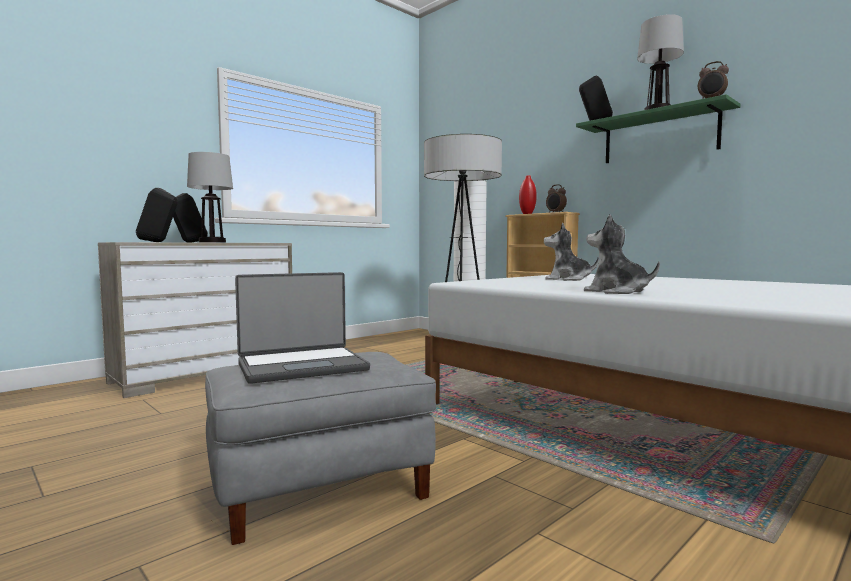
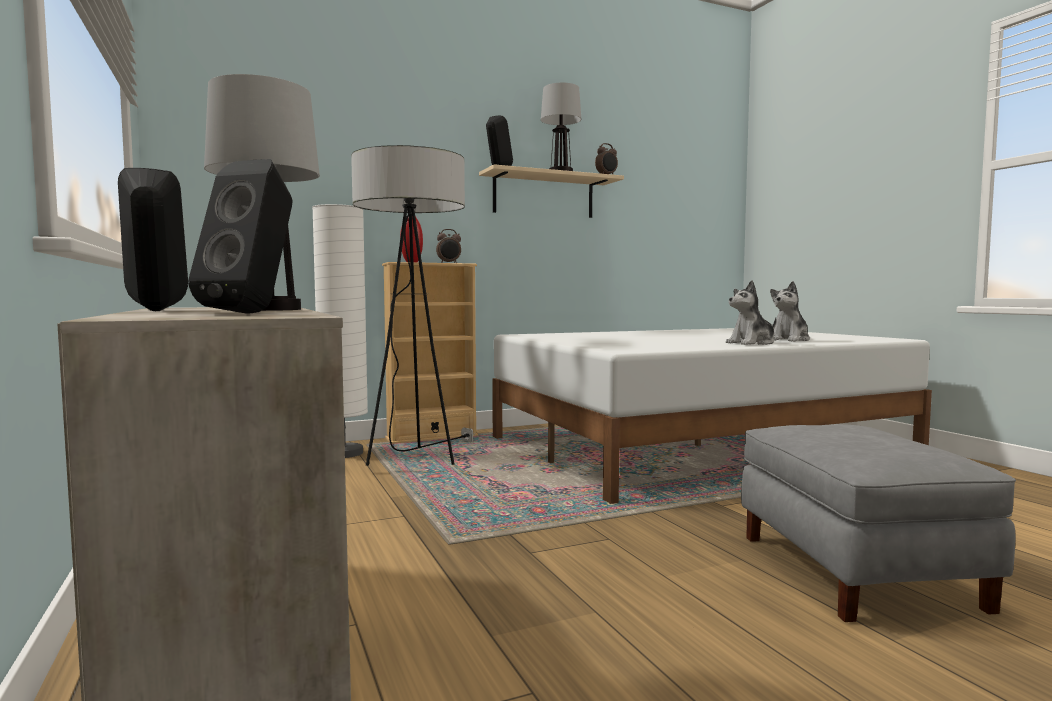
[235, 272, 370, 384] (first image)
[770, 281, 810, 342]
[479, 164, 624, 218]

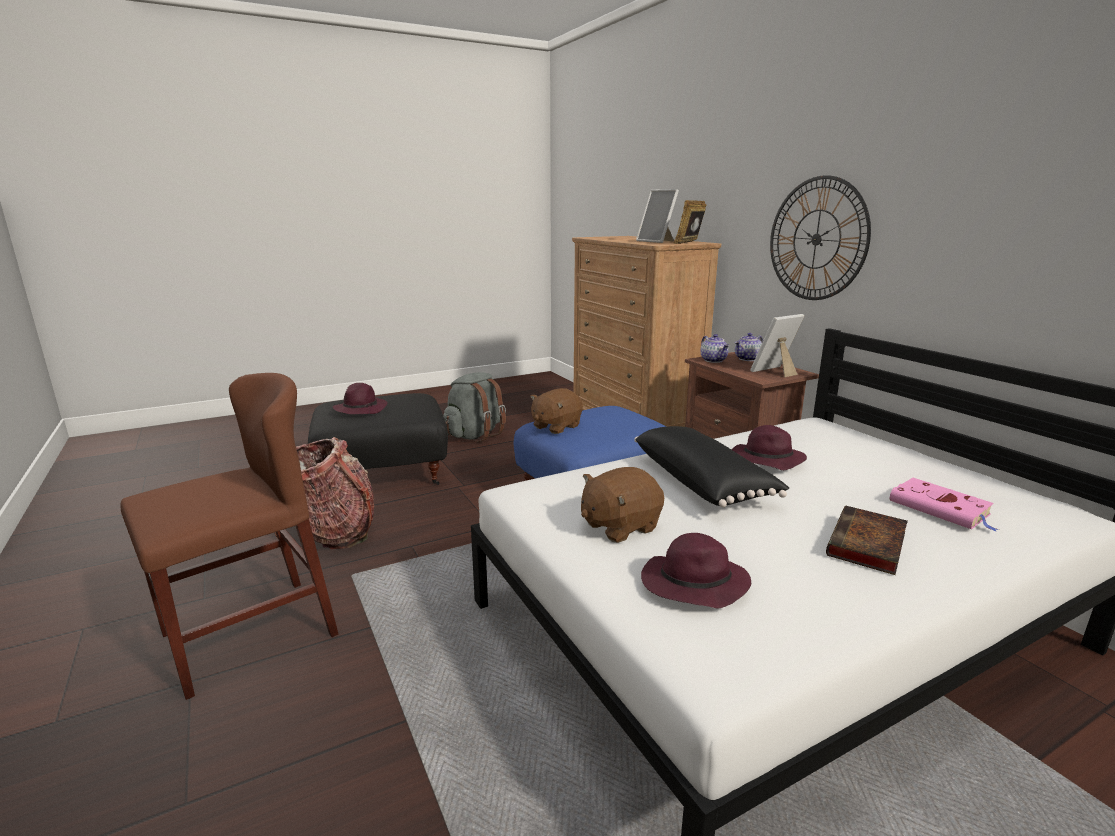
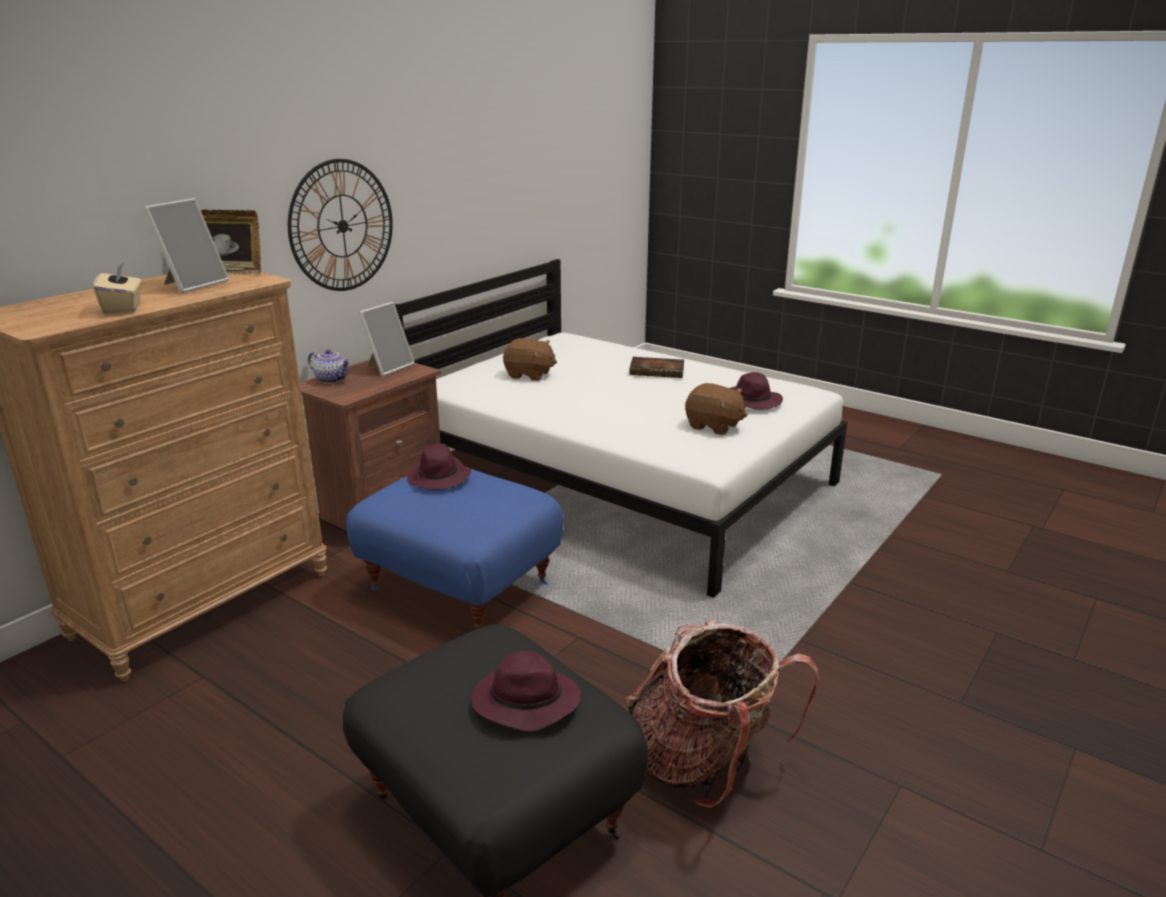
[120, 373, 338, 700] (first image)
[443, 372, 506, 442] (first image)
[503, 338, 557, 381]
[634, 426, 789, 507] (first image)
[700, 334, 729, 363] (first image)
[407, 444, 471, 489]
[359, 302, 415, 376]
[890, 478, 999, 532] (first image)
[94, 263, 141, 315]

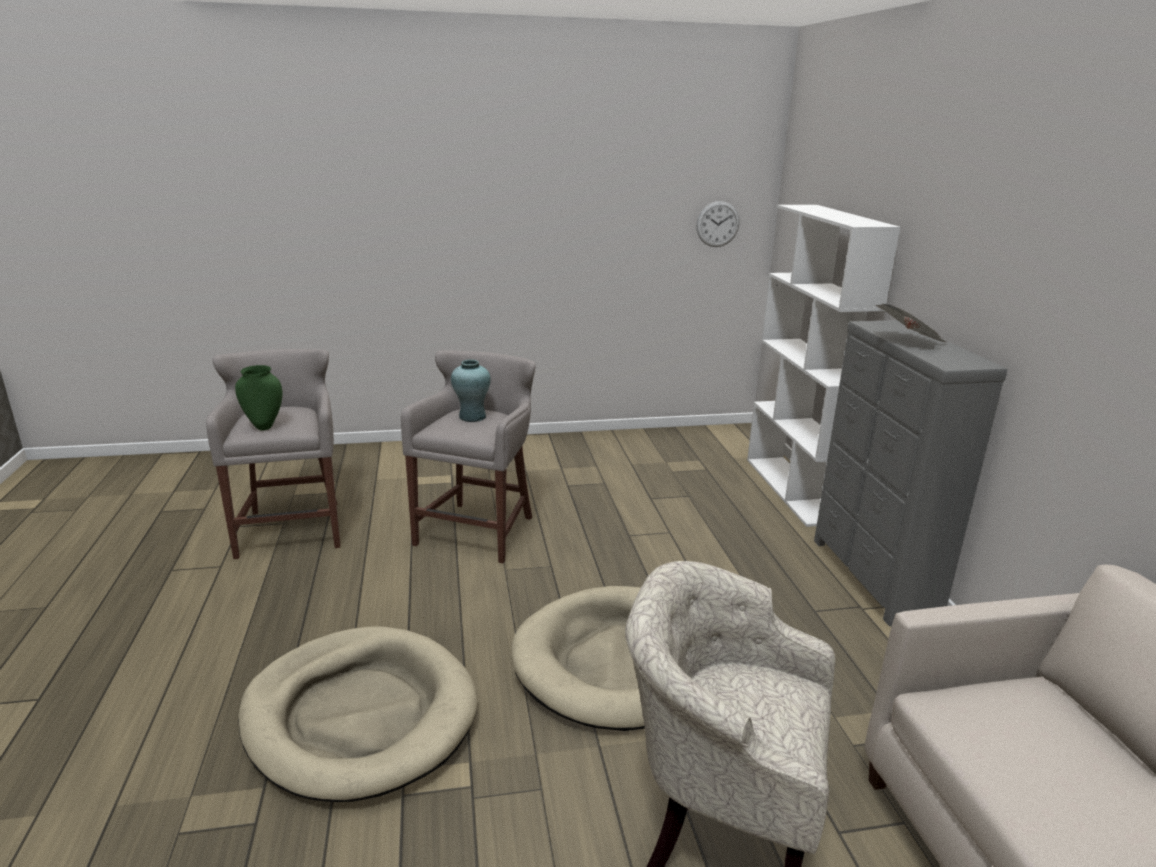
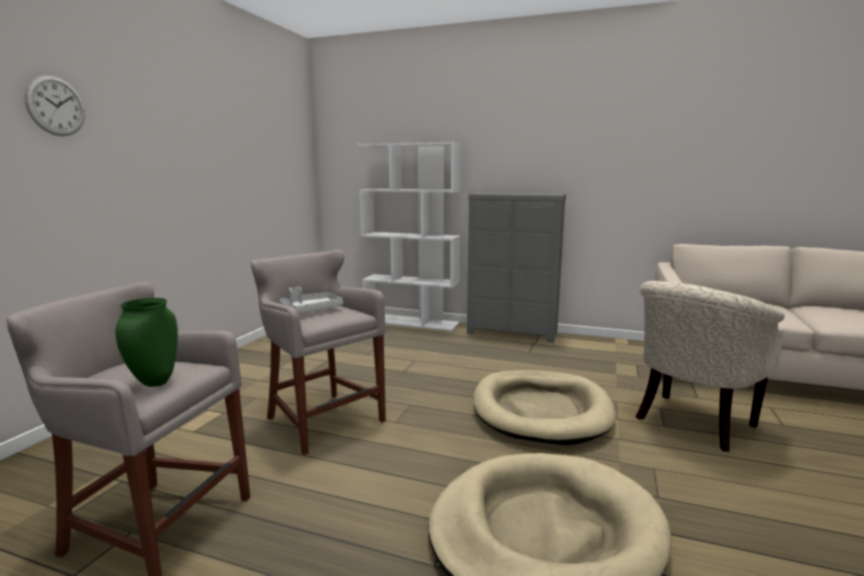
[279, 287, 343, 313]
[25, 75, 85, 136]
[876, 304, 946, 342] (first image)

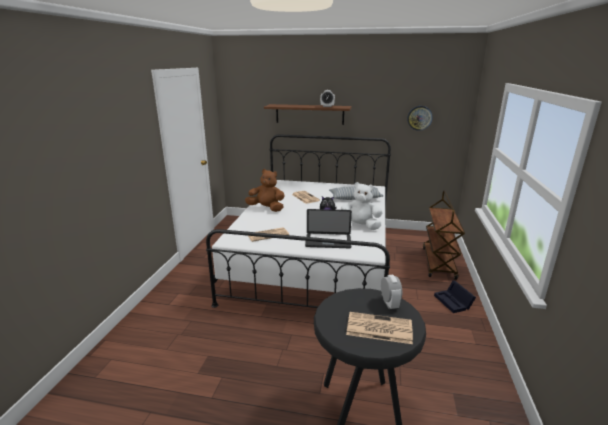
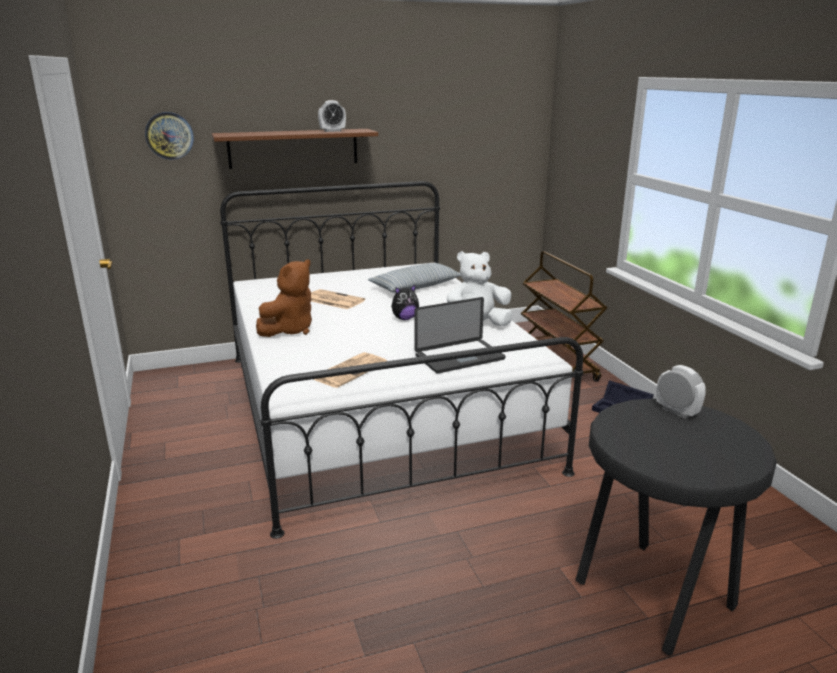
[256, 259, 312, 337]
[346, 312, 413, 344] (first image)
[145, 112, 194, 160]

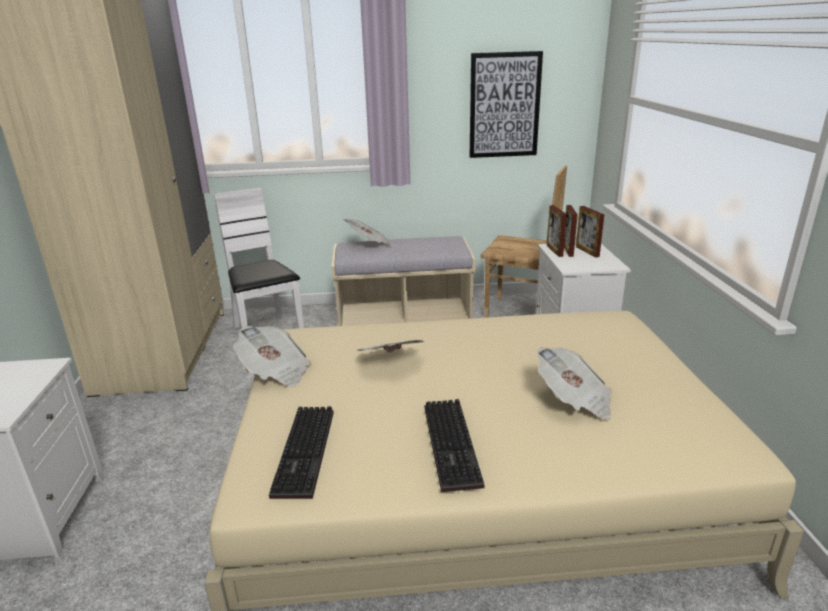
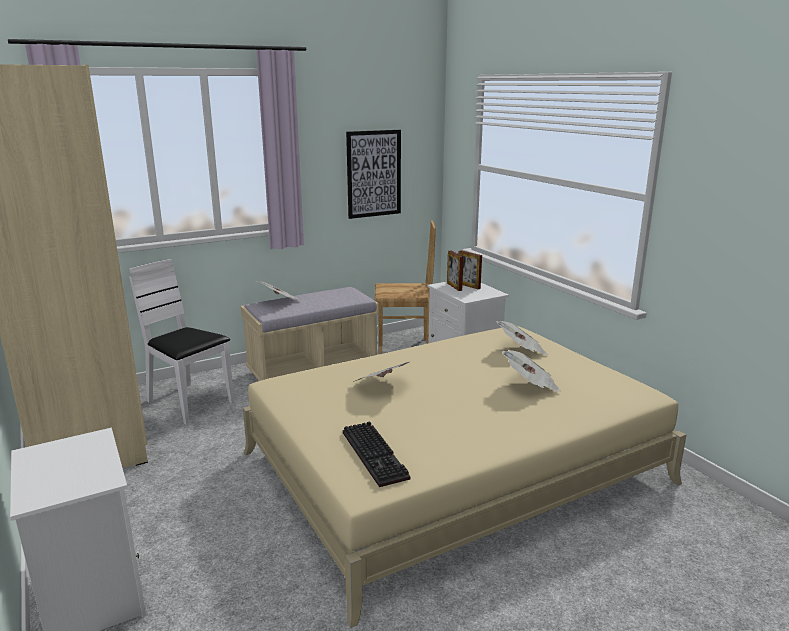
[496, 321, 548, 355]
[424, 399, 484, 492] (first image)
[547, 205, 567, 257] (first image)

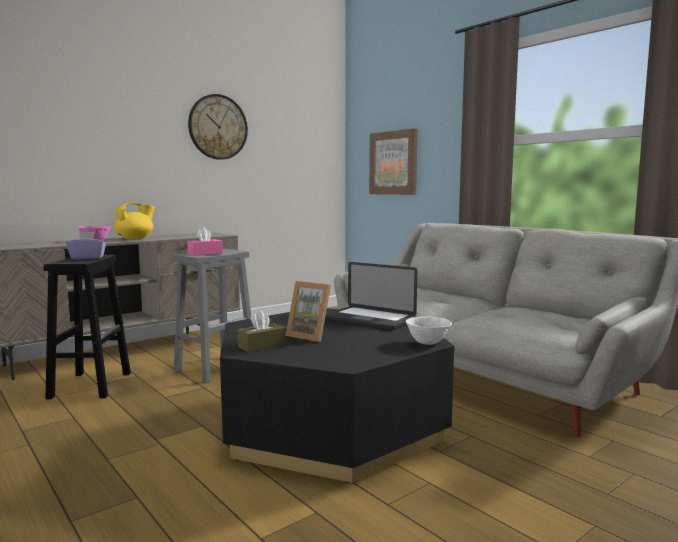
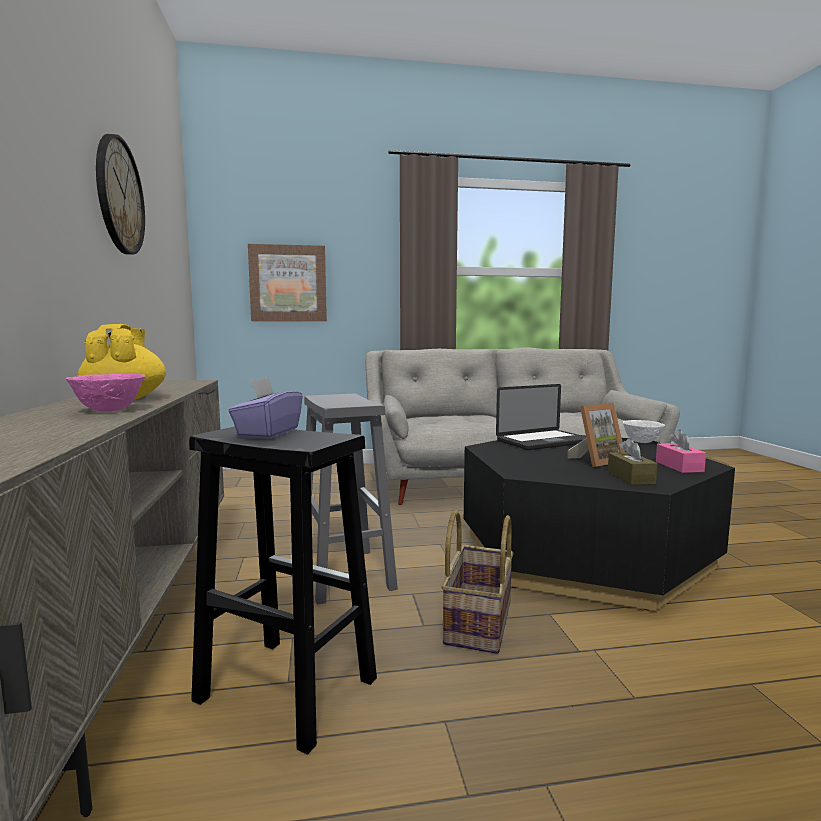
[656, 429, 706, 473]
[441, 510, 514, 654]

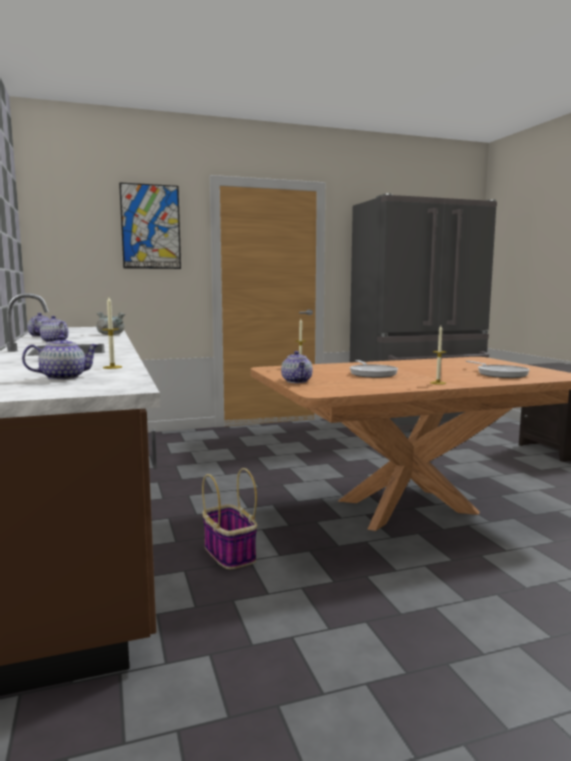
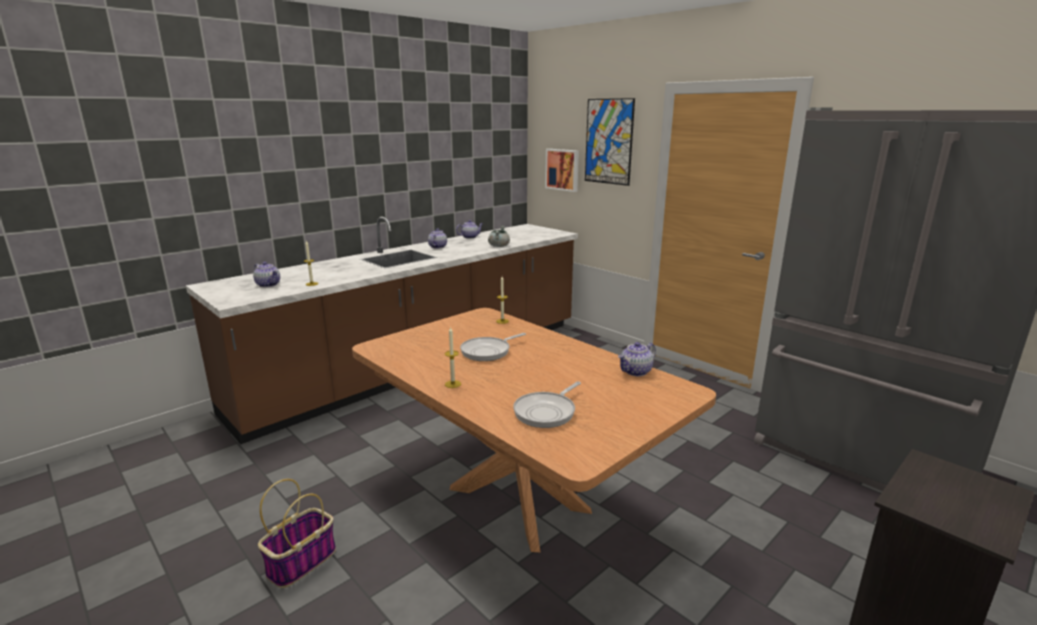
[258, 479, 336, 588]
[618, 342, 656, 376]
[545, 149, 579, 192]

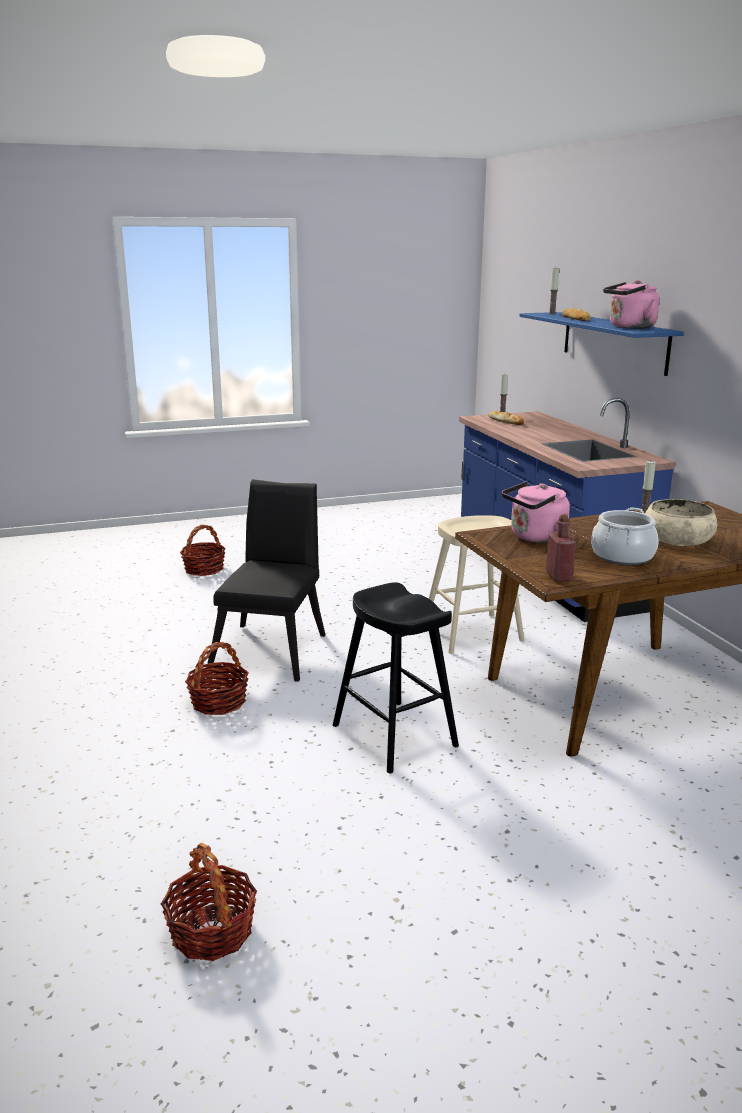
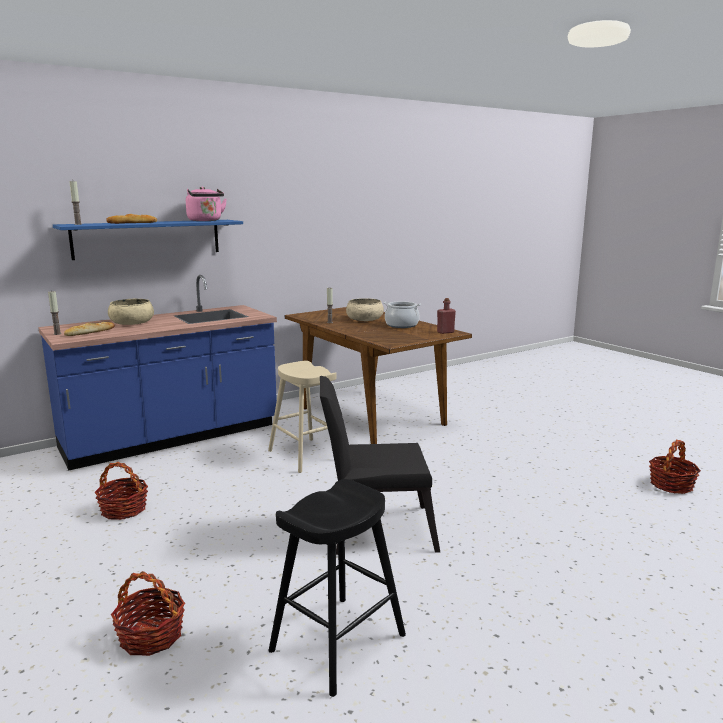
[95, 462, 148, 520]
[269, 479, 406, 697]
[502, 481, 570, 543] (first image)
[108, 299, 154, 325]

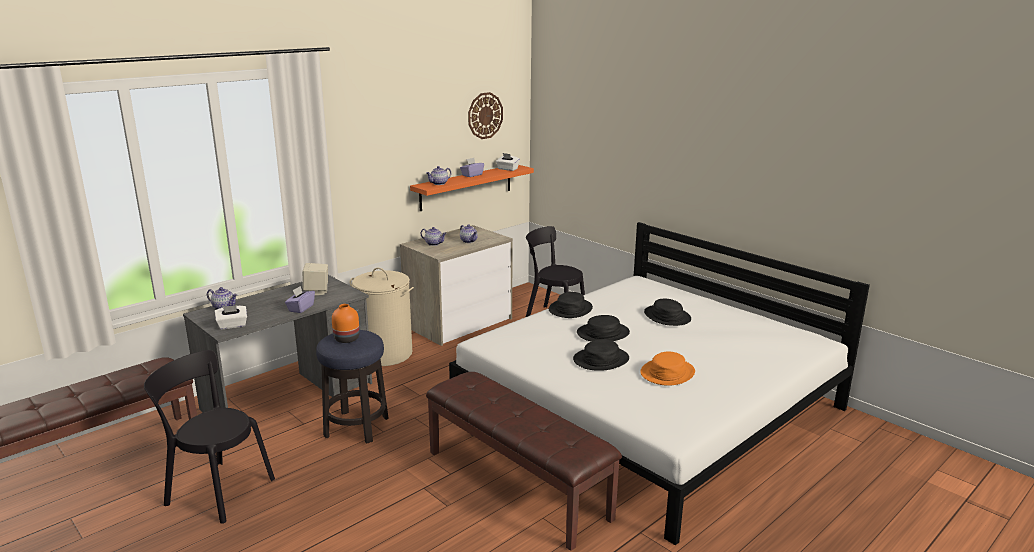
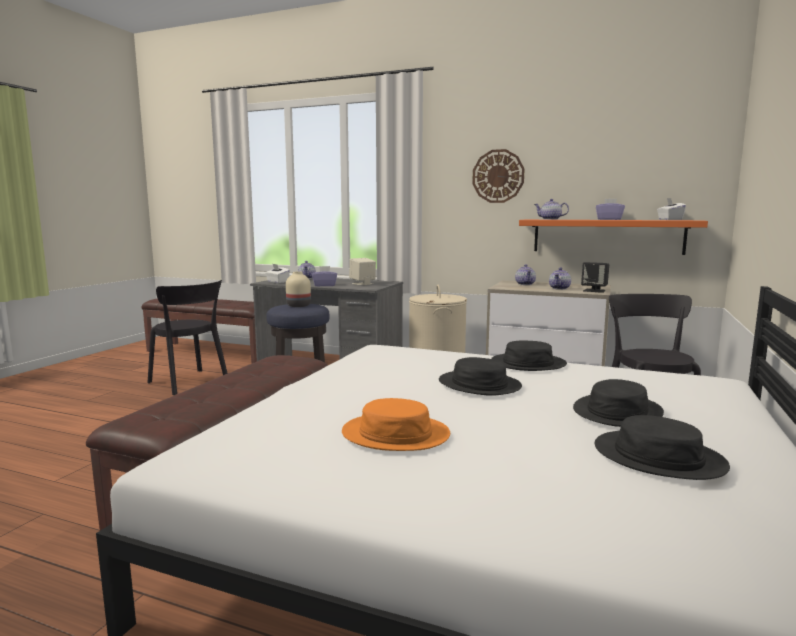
[148, 280, 228, 395]
[286, 271, 311, 307]
[472, 149, 525, 203]
[595, 415, 730, 480]
[581, 262, 609, 293]

